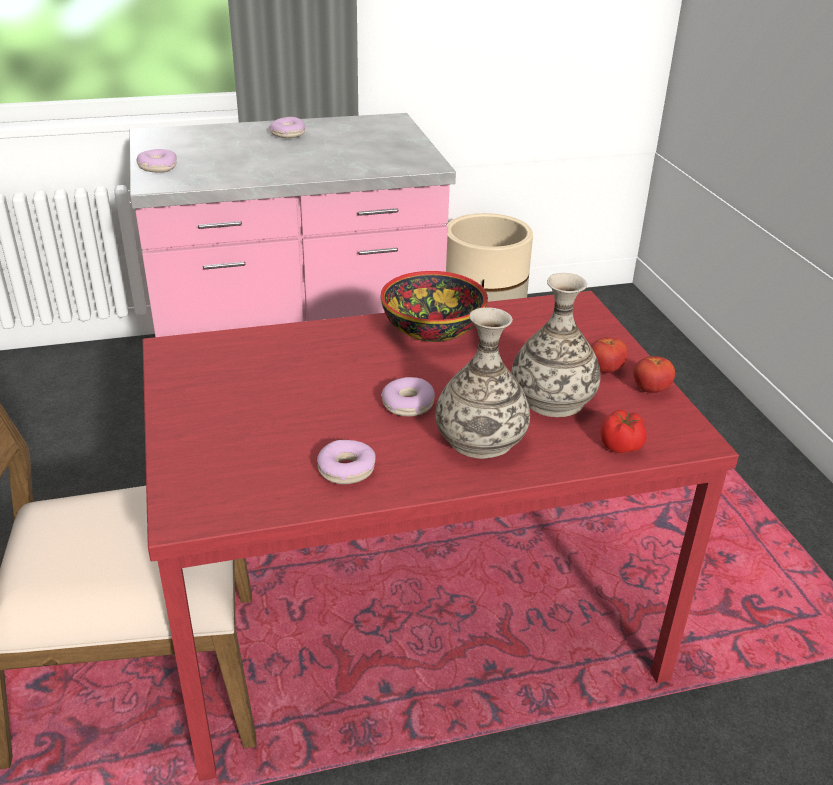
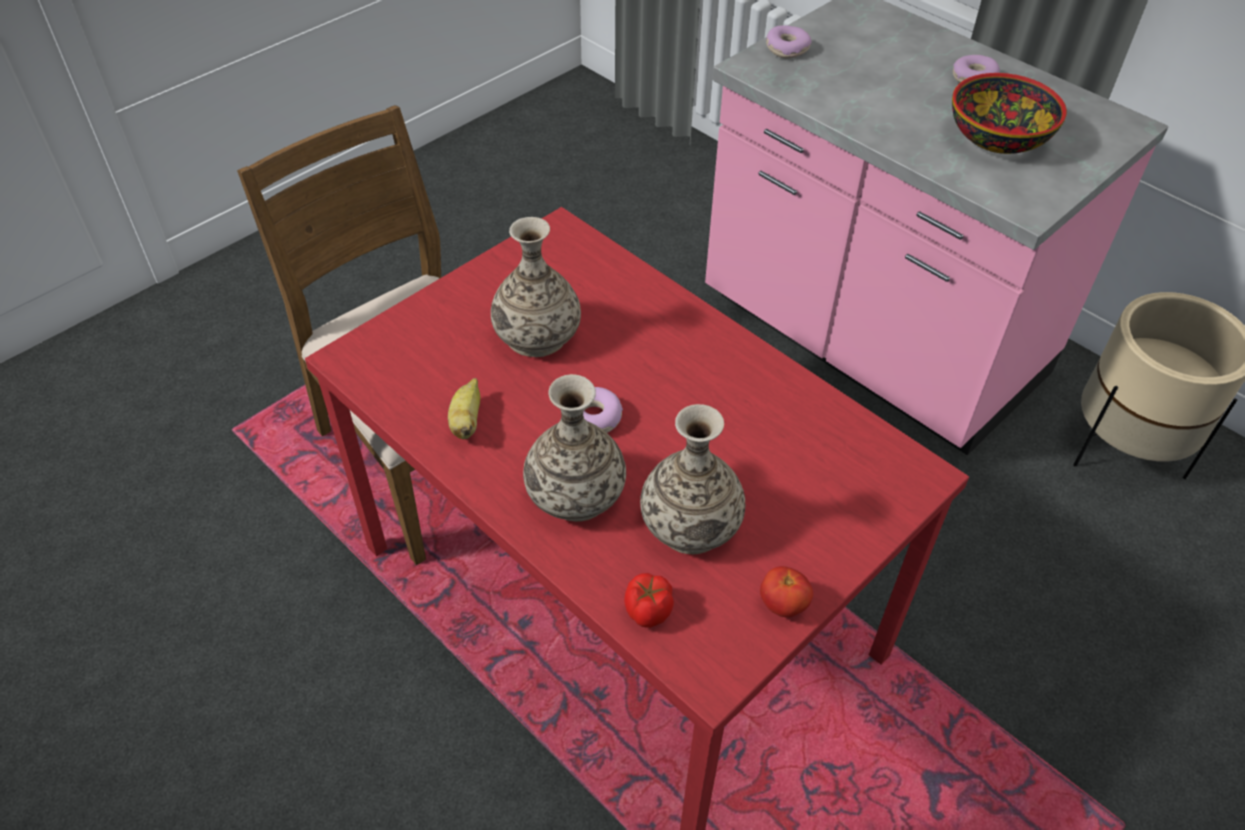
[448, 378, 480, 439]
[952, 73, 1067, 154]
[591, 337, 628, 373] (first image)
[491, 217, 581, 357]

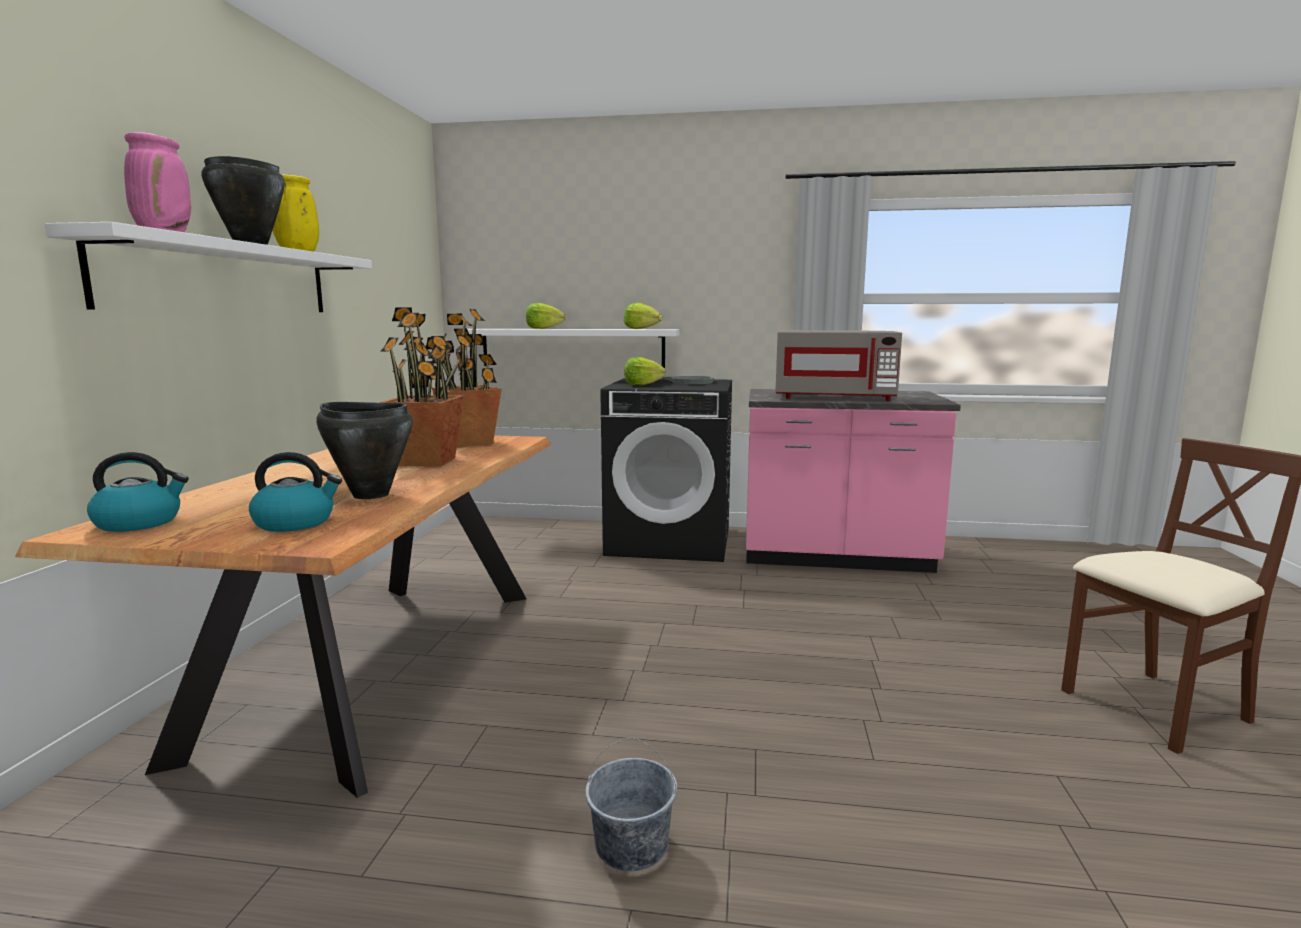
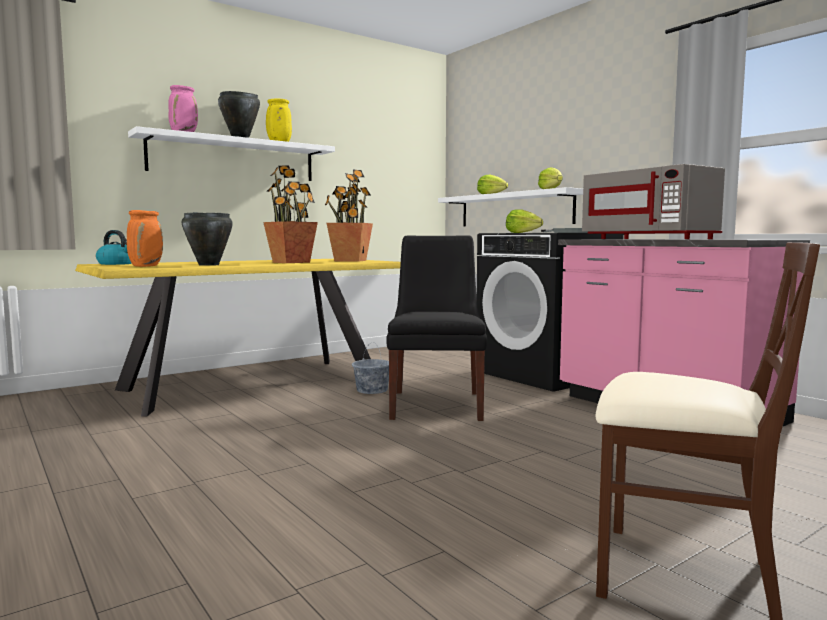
[75, 259, 401, 417]
[127, 210, 163, 267]
[352, 342, 389, 394]
[386, 235, 487, 421]

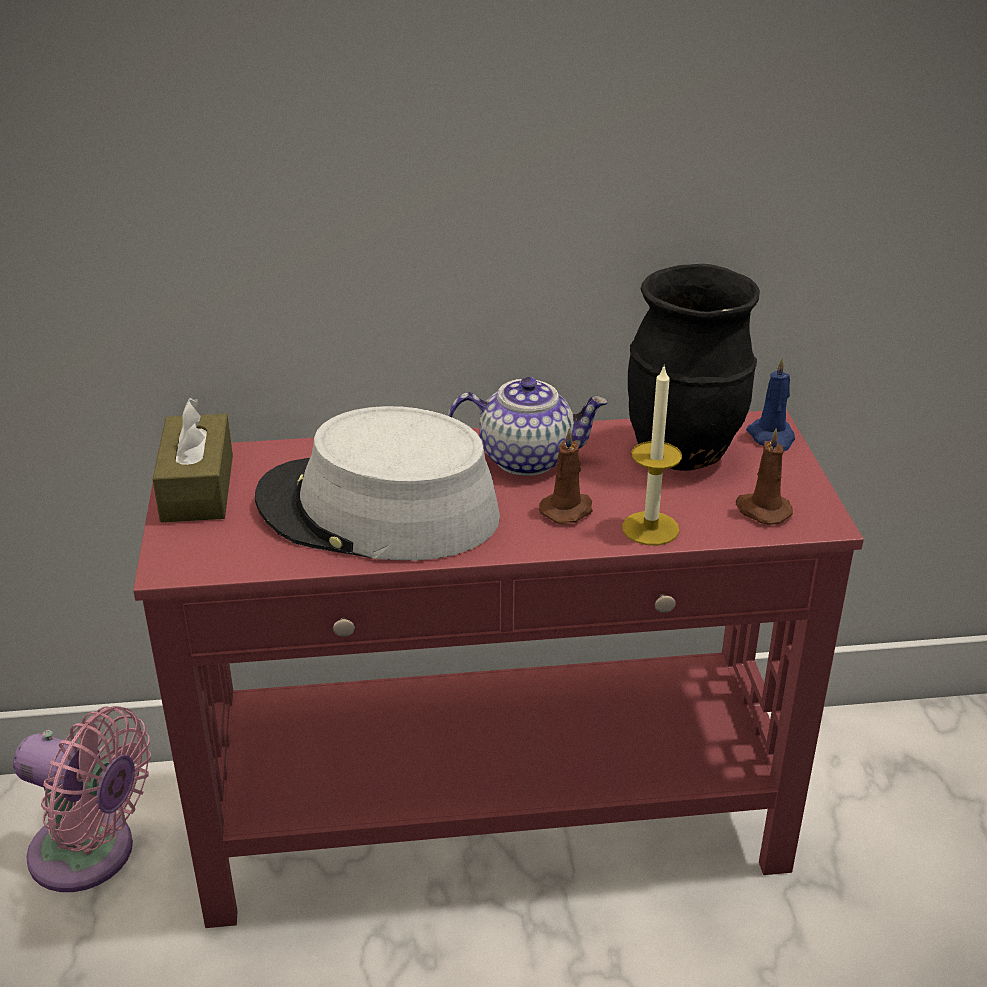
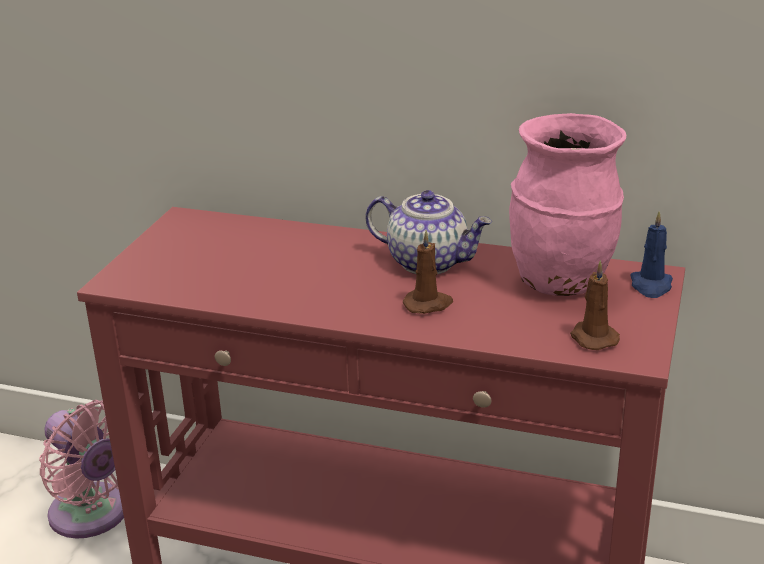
[152, 397, 233, 522] (first image)
[255, 406, 500, 560] (first image)
[622, 364, 682, 545] (first image)
[509, 113, 626, 296]

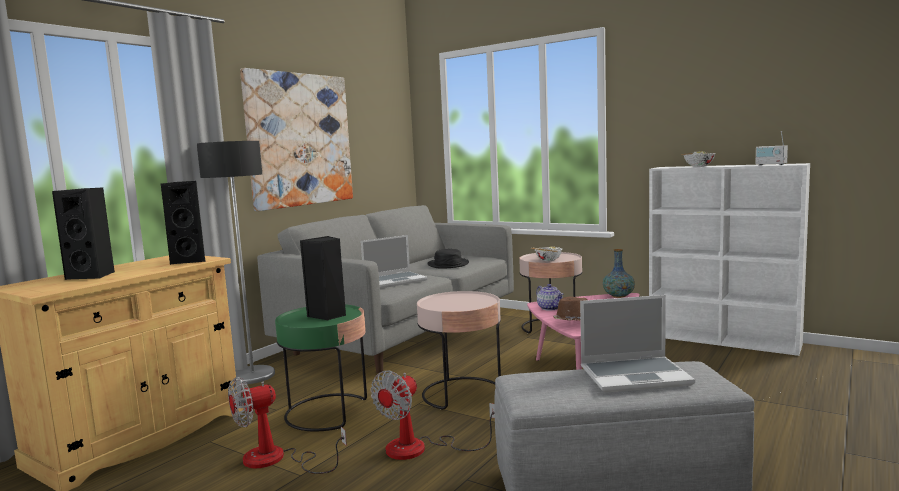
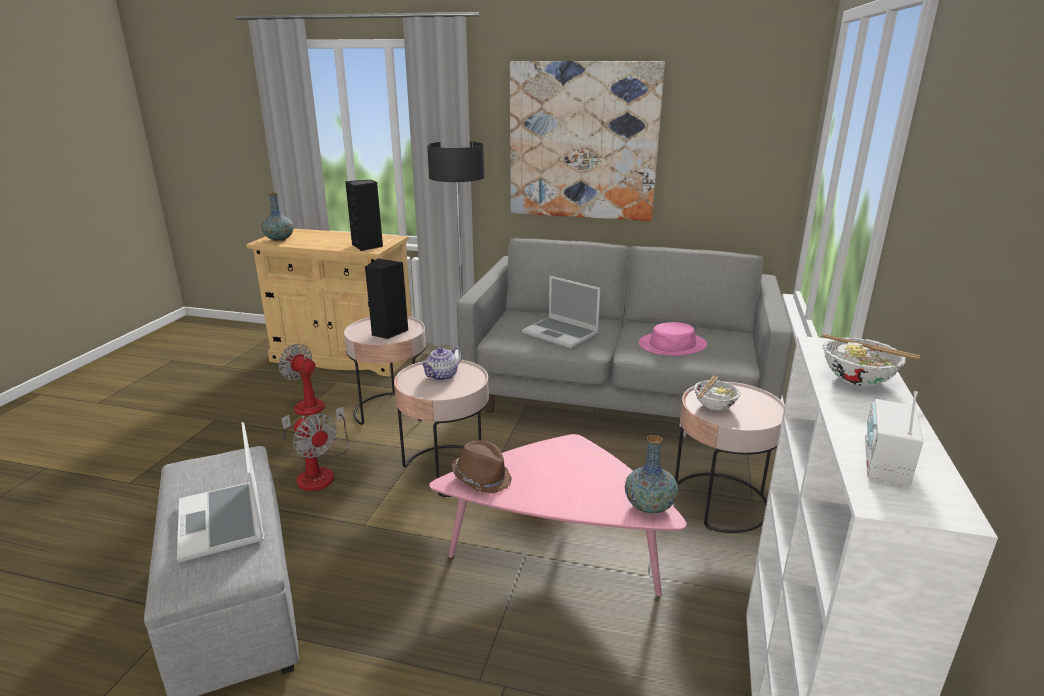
[52, 188, 115, 280] (first image)
[344, 316, 426, 425]
[293, 407, 350, 491]
[639, 322, 707, 356]
[420, 347, 462, 381]
[261, 193, 294, 241]

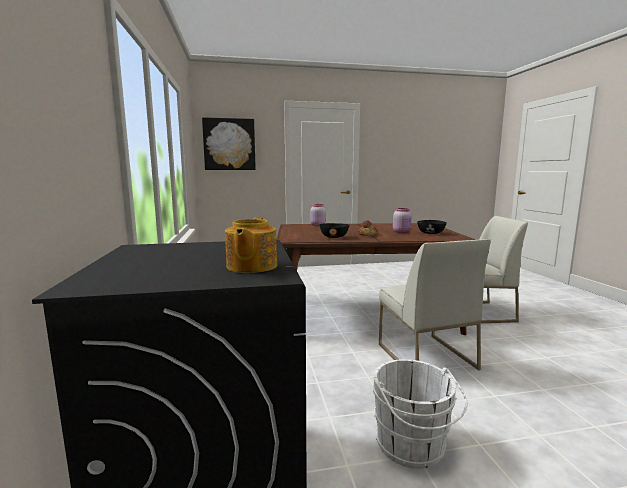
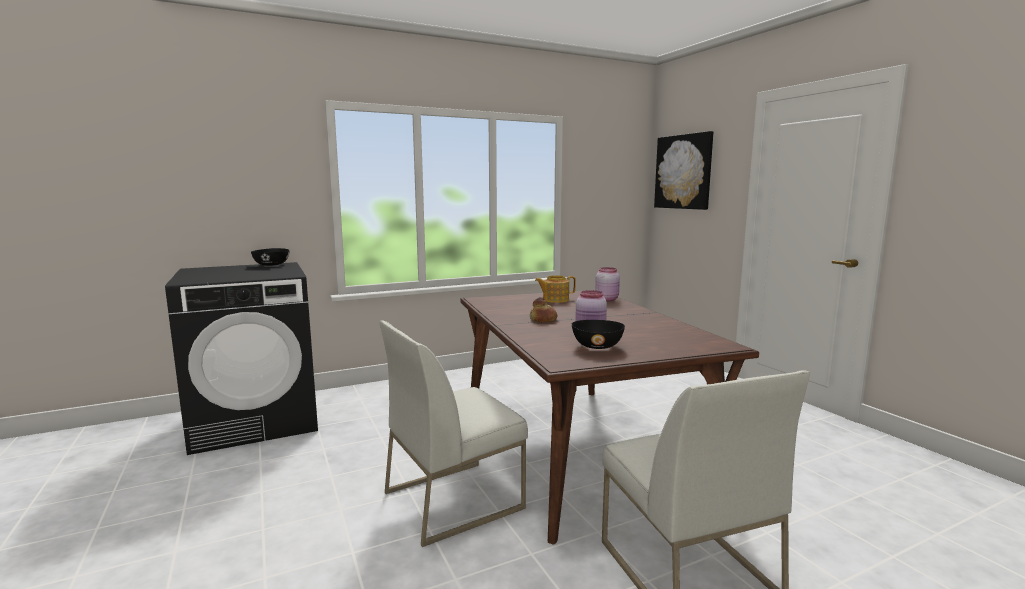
[535, 275, 576, 303]
[251, 248, 290, 266]
[372, 359, 467, 469] (first image)

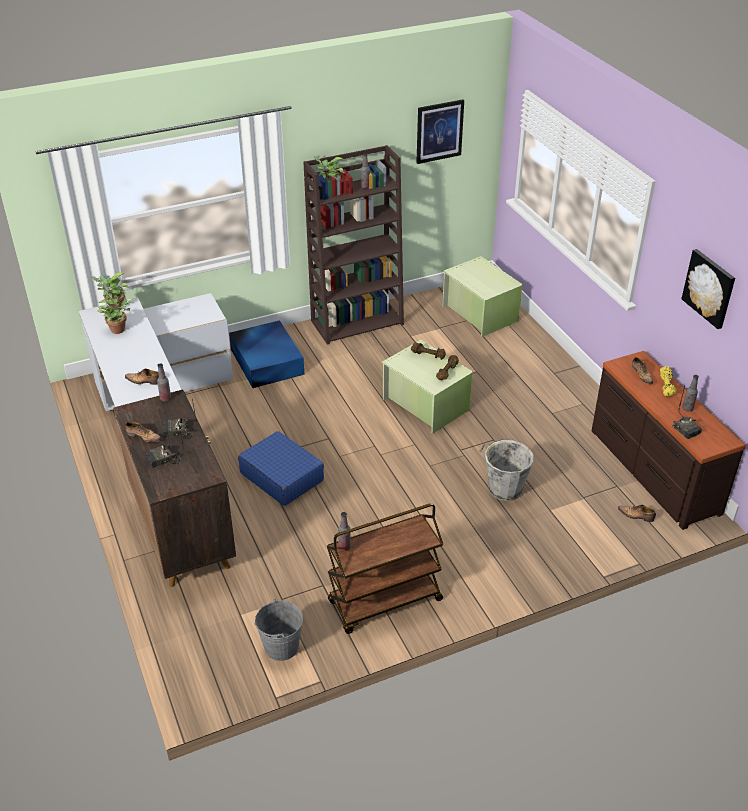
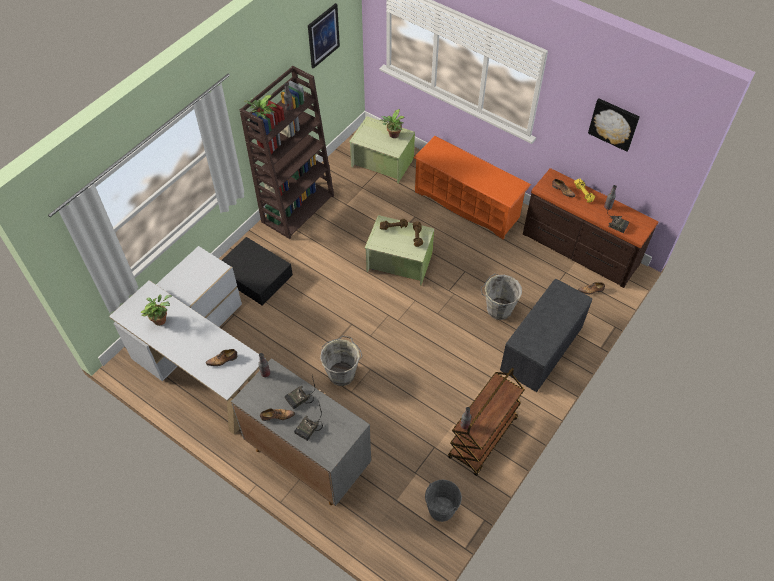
[380, 109, 404, 138]
[231, 358, 371, 506]
[222, 237, 293, 306]
[320, 335, 362, 386]
[413, 136, 531, 240]
[500, 279, 592, 392]

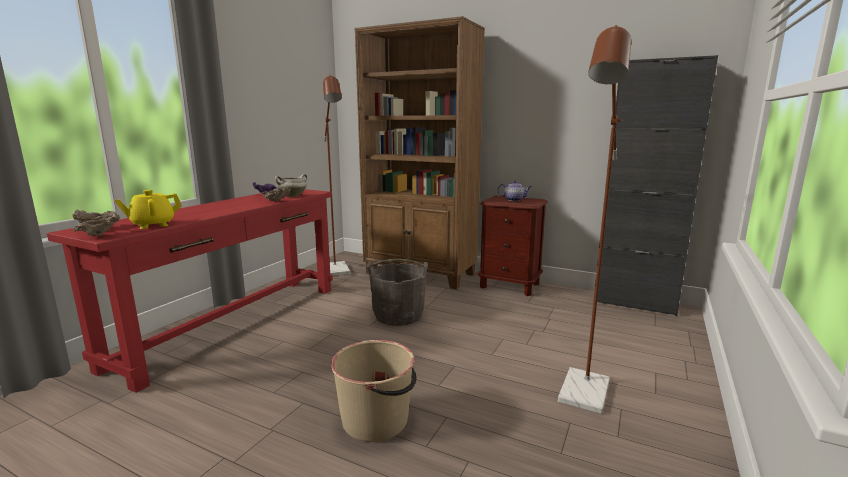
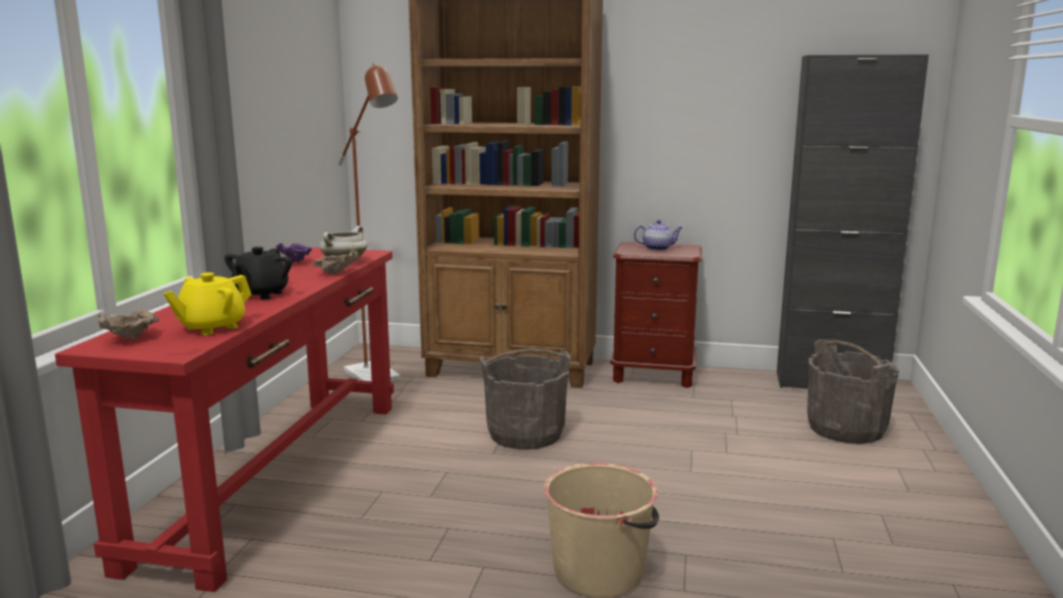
[73, 213, 120, 236] (first image)
[558, 25, 631, 414] (first image)
[225, 247, 292, 300]
[807, 339, 899, 444]

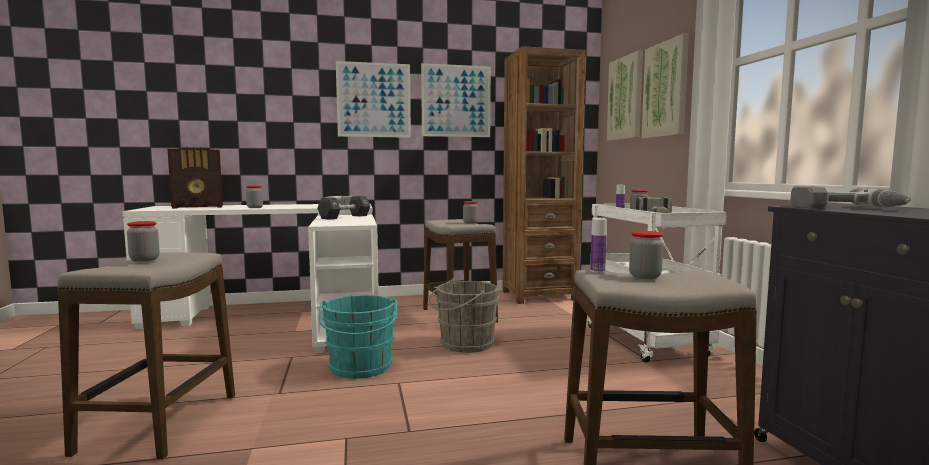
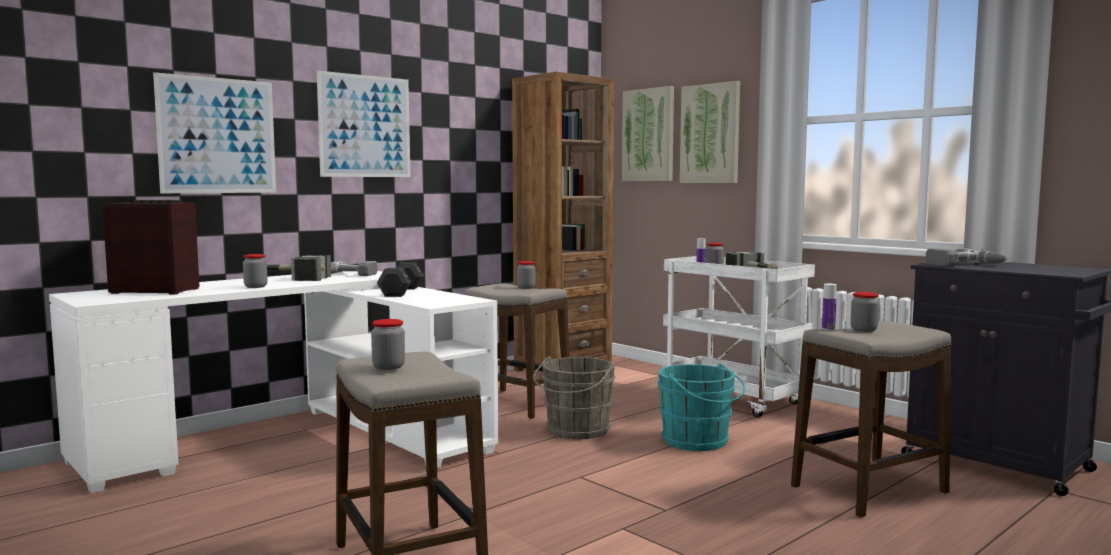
[102, 200, 200, 294]
[657, 363, 745, 451]
[153, 72, 276, 193]
[267, 255, 331, 281]

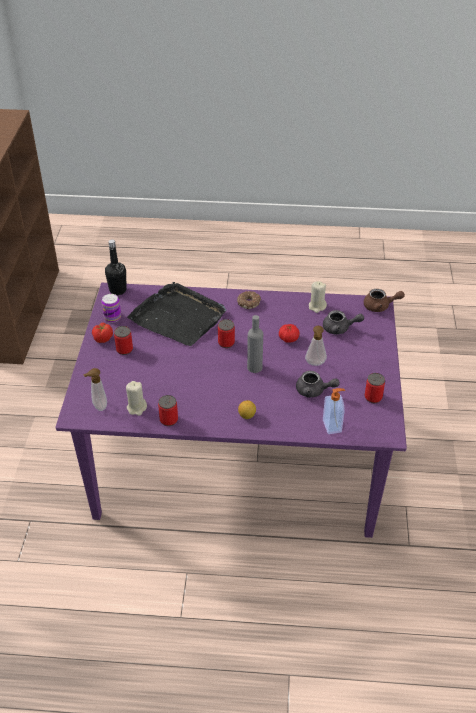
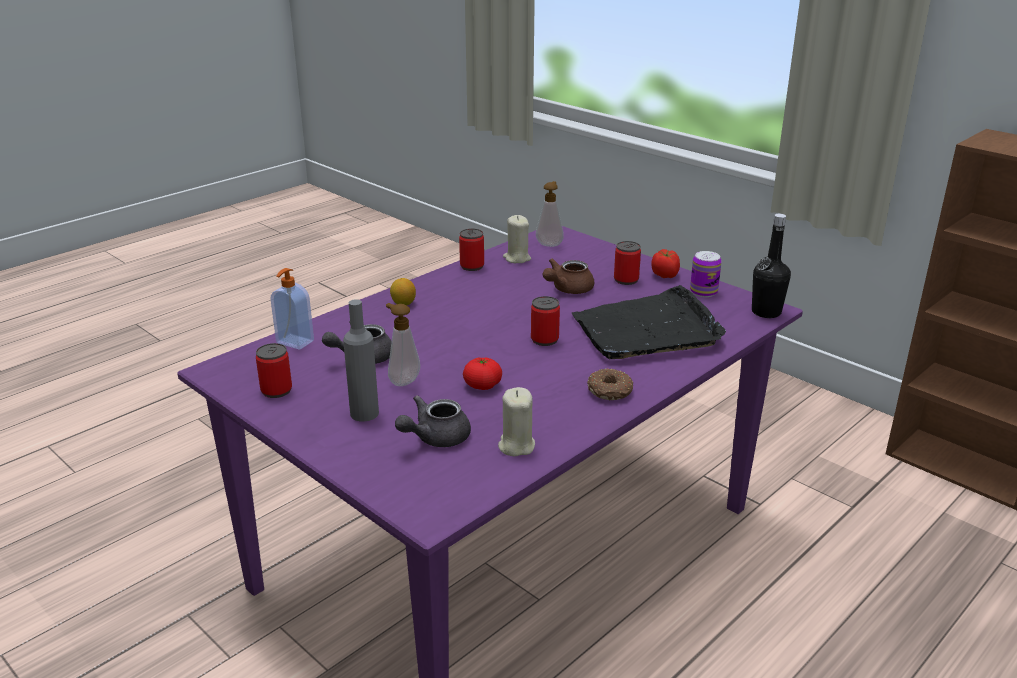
[343, 299, 379, 422]
[543, 258, 594, 294]

